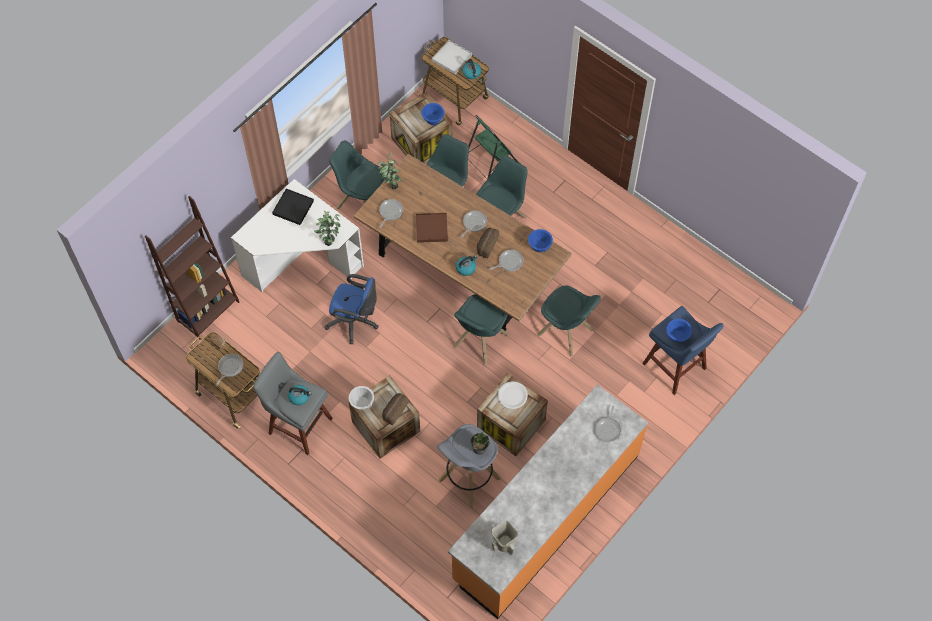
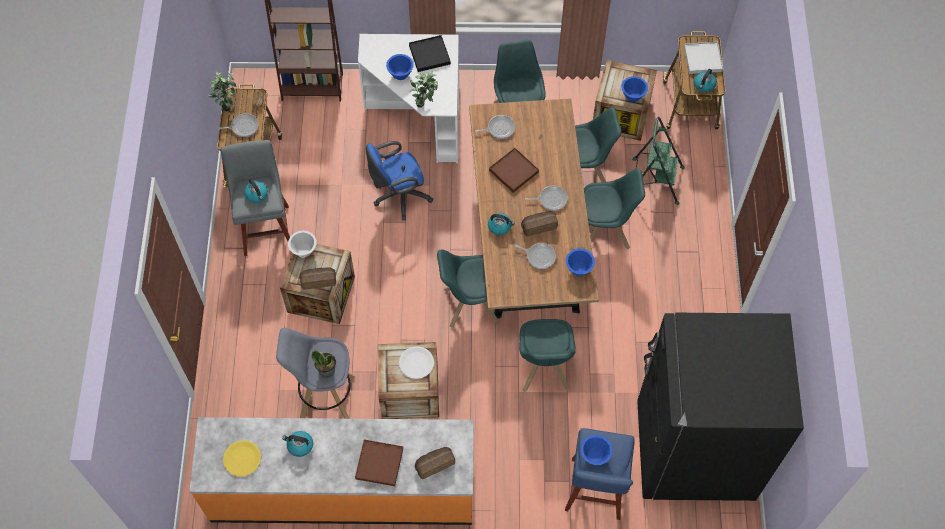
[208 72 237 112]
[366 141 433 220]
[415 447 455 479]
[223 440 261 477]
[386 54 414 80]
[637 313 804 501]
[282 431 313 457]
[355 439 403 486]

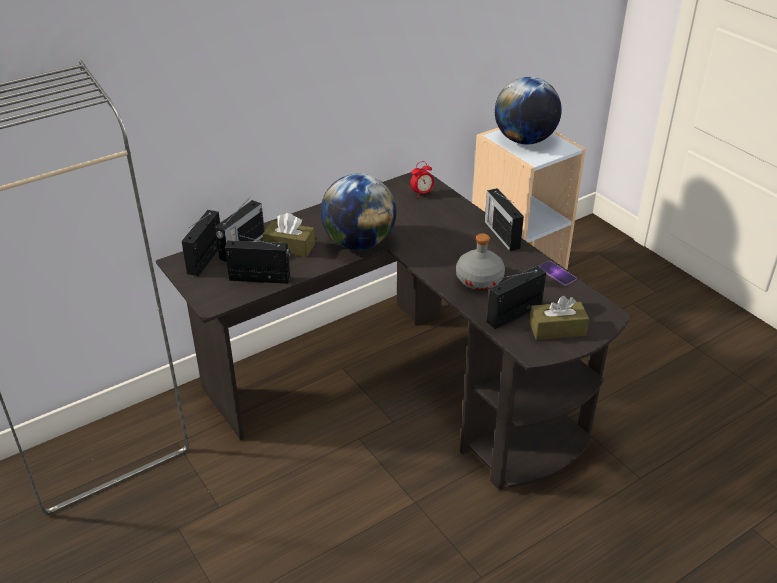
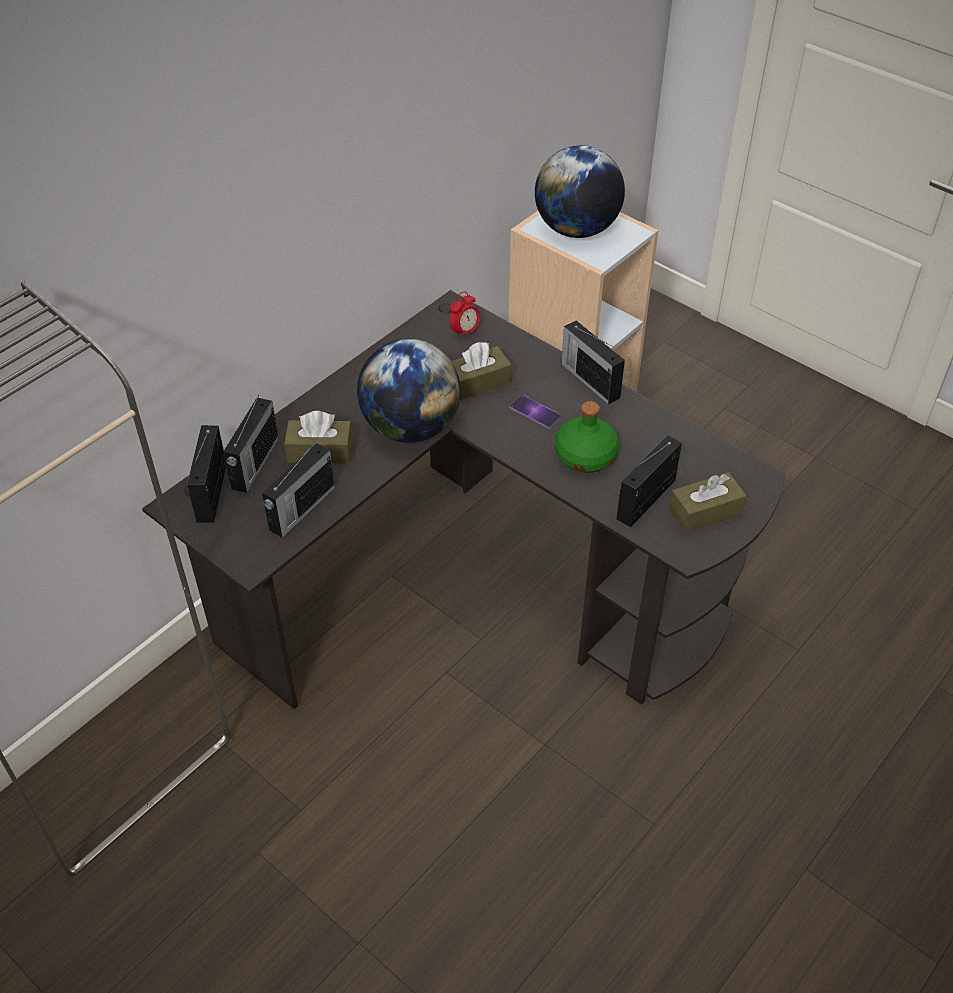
[555 401 619 473]
[262 442 335 538]
[509 395 561 428]
[451 342 512 400]

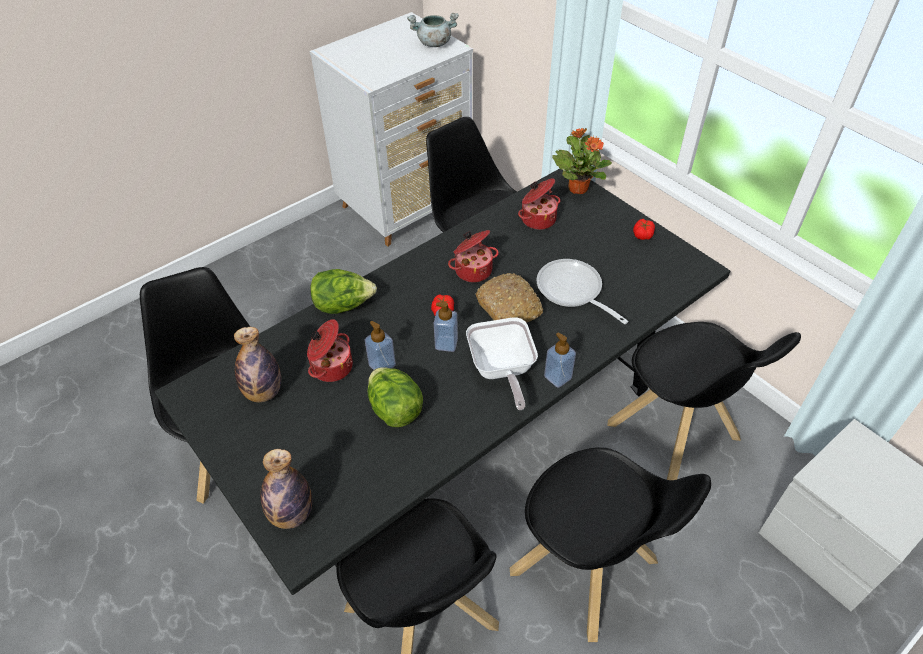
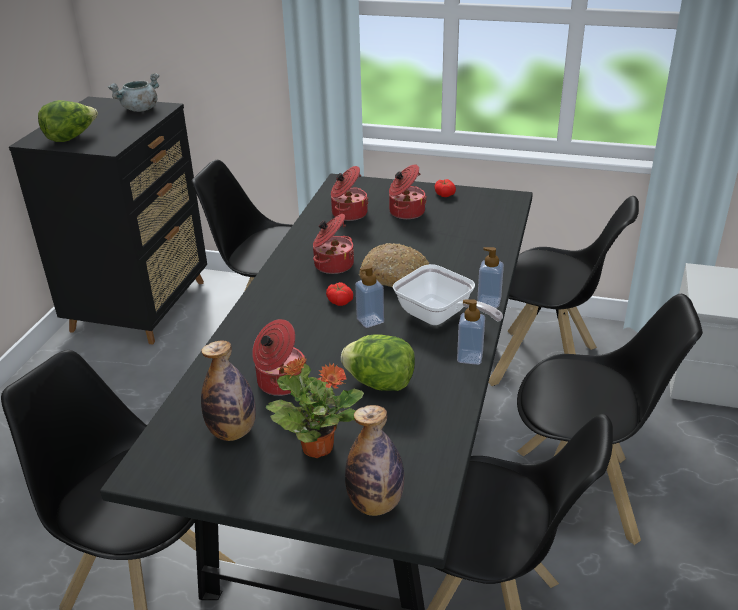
[9 97 207 345]
[266 357 364 458]
[537 259 628 324] (first image)
[38 100 98 142]
[457 299 485 365]
[389 164 427 219]

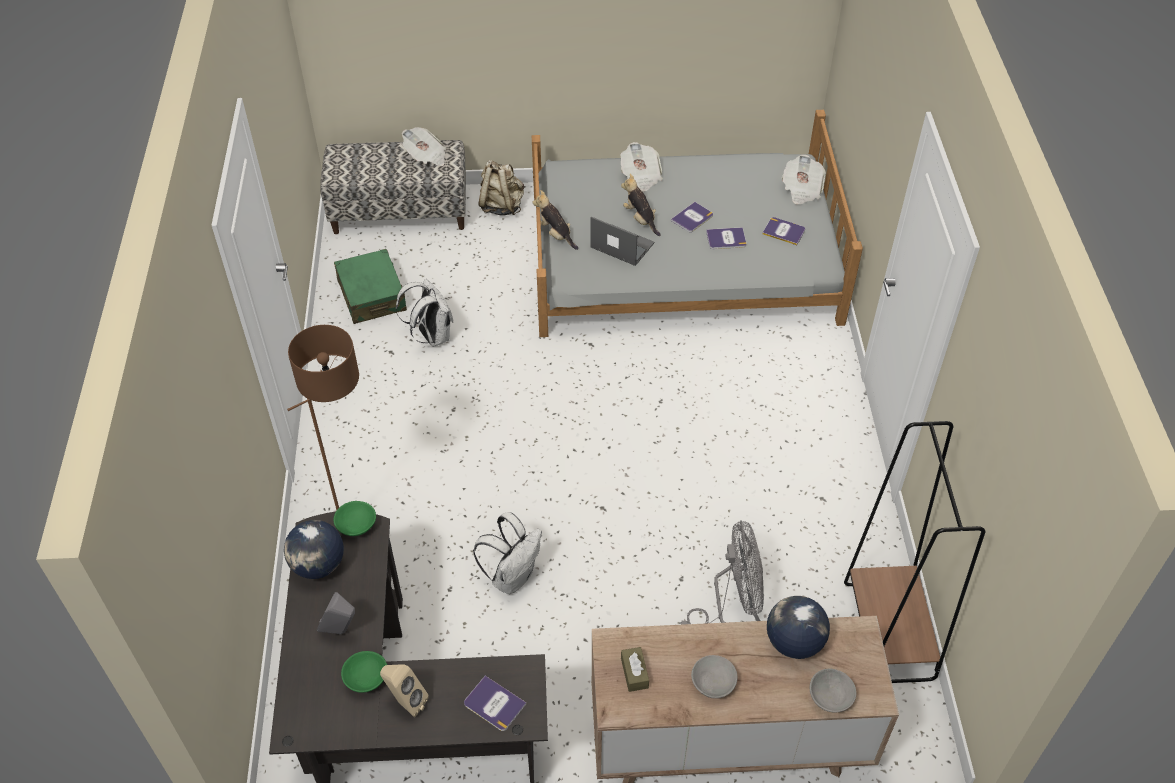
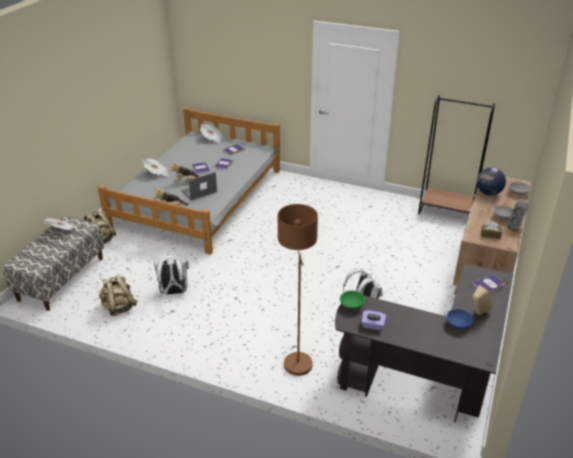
[99 274 137 316]
[361 310 386 331]
[679 520 764 625] (first image)
[507 201 528 232]
[446 309 473 329]

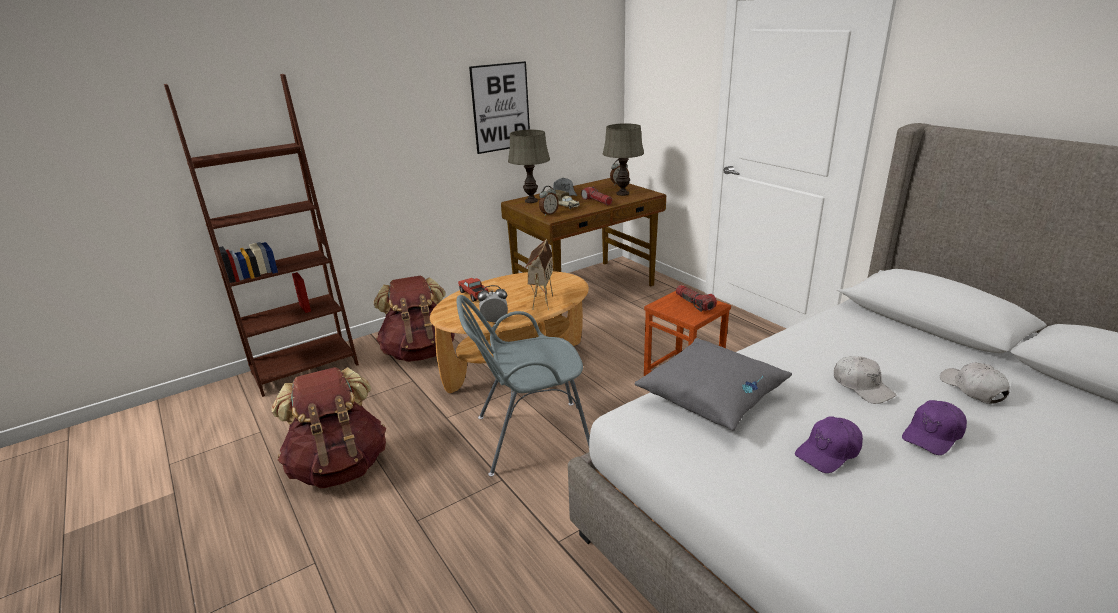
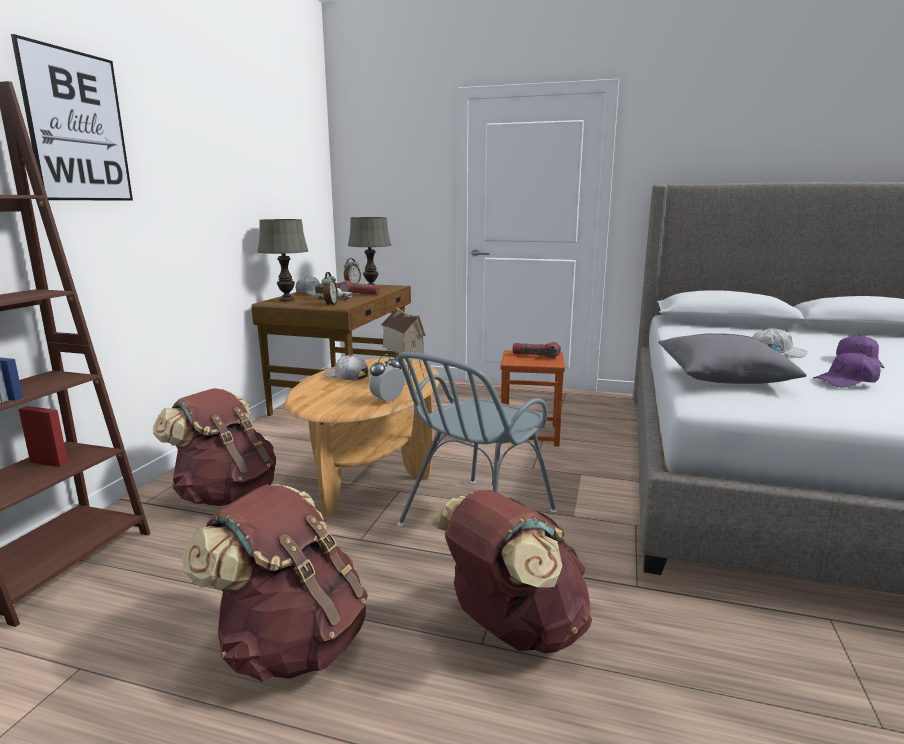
[11 34 133 200]
[458 278 489 302] (first image)
[325 356 368 380]
[814 352 880 387]
[430 490 592 653]

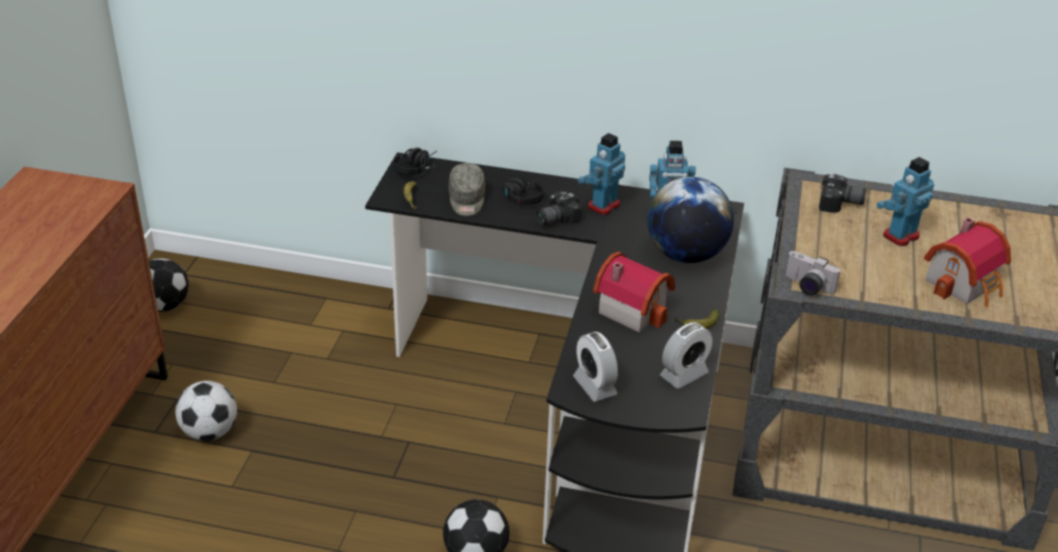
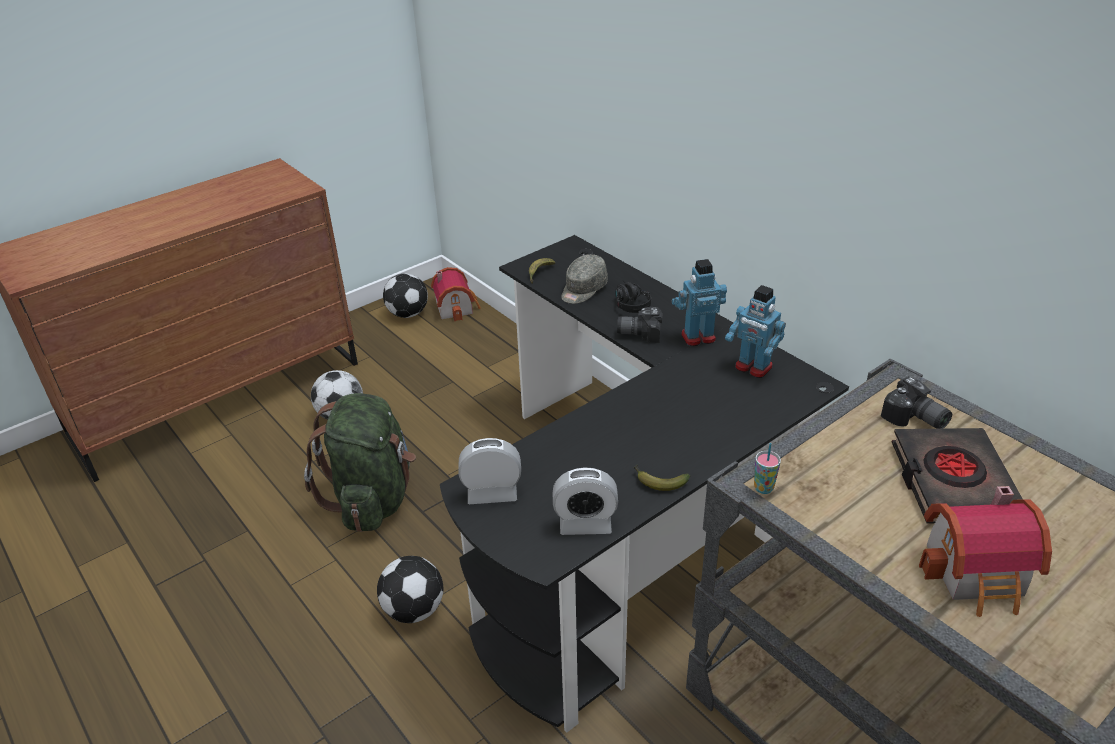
[393 147 437 176] (first image)
[892 428 1023 524]
[647 177 734 263] (first image)
[754 443 781 494]
[431 267 481 321]
[458 438 521 504]
[304 393 416 532]

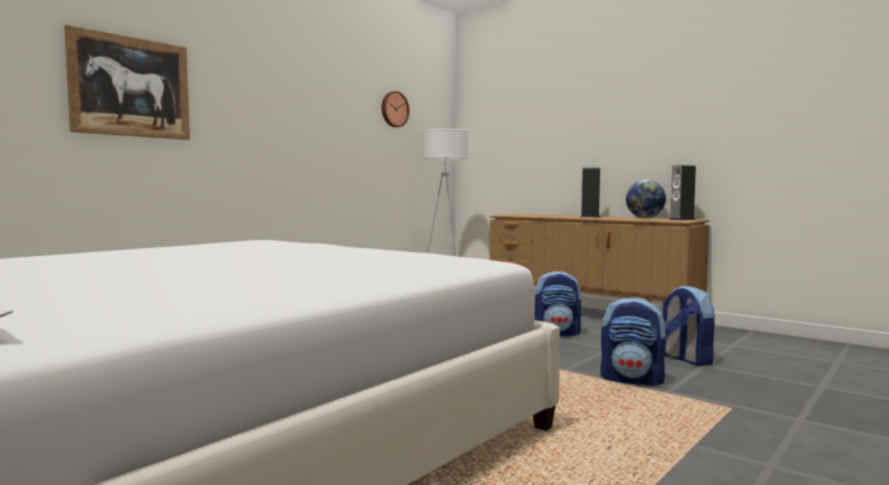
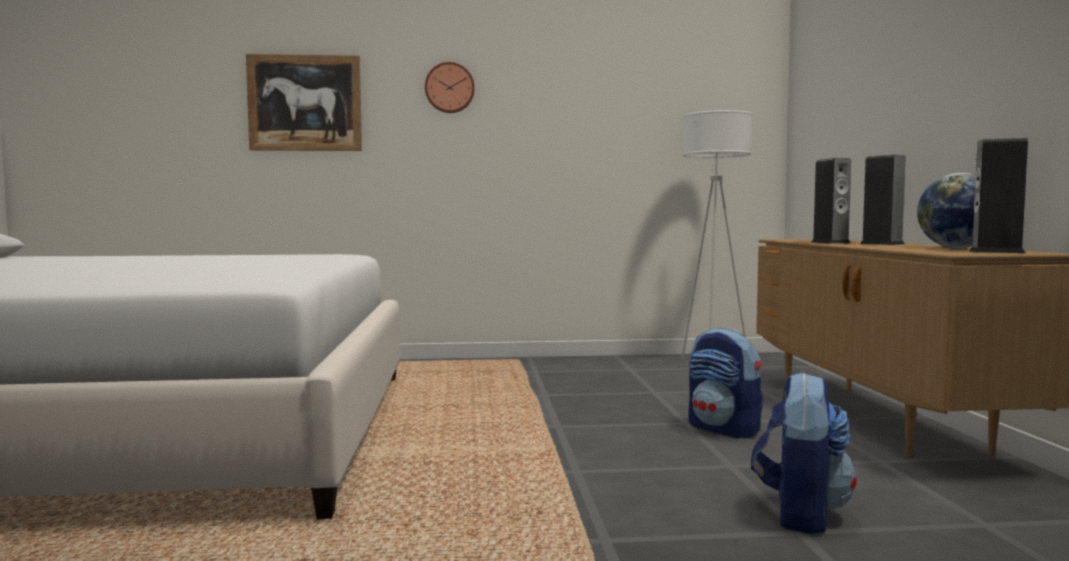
[425 62 475 113]
[600 297 668 386] (first image)
[811 158 851 244]

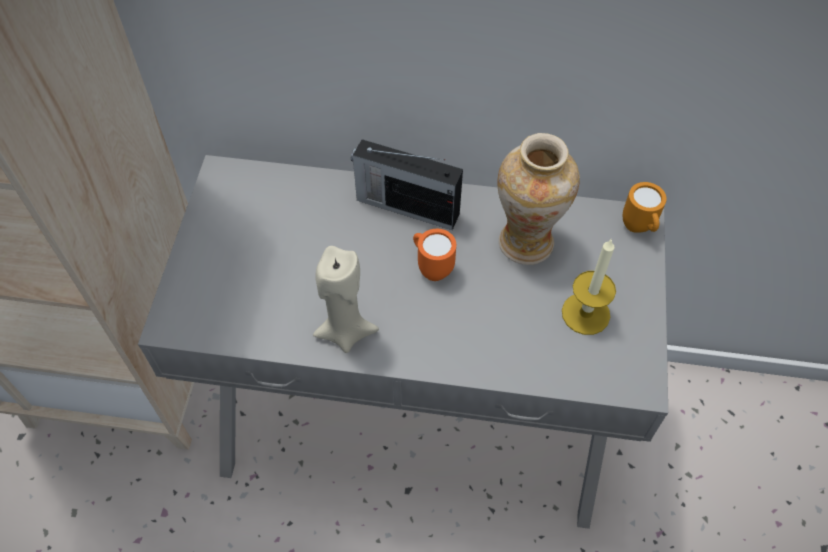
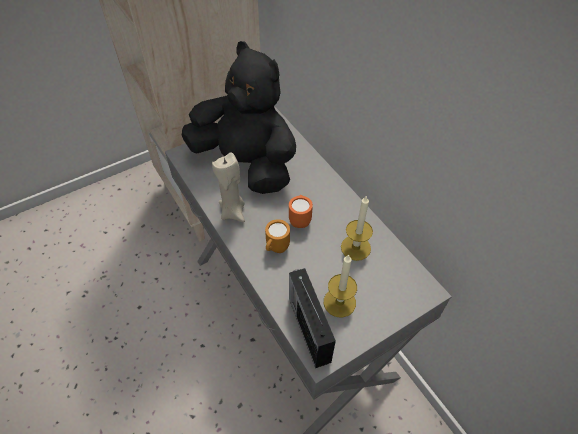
[341 195 373 261]
[289 268 336 368]
[265 219 290 253]
[182 41 296 194]

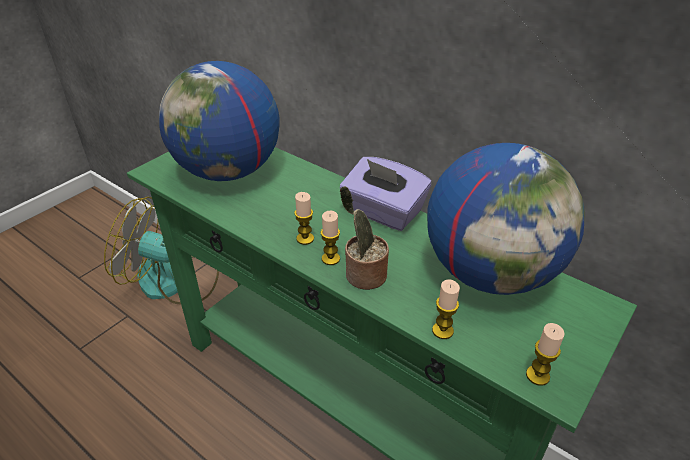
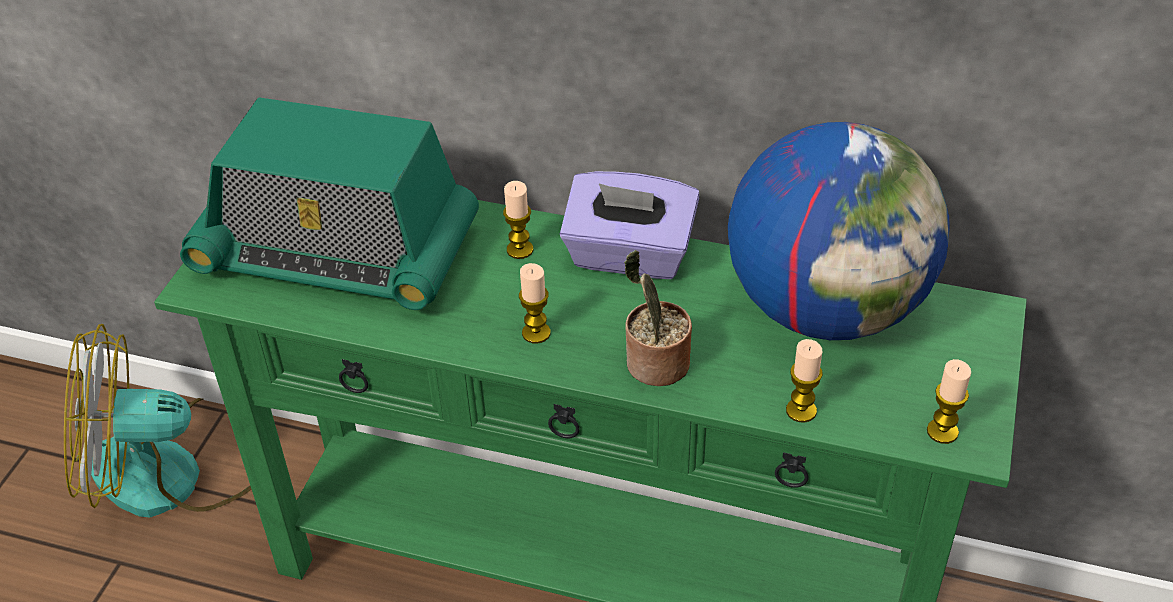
[180 97 479 310]
[503 181 533 259]

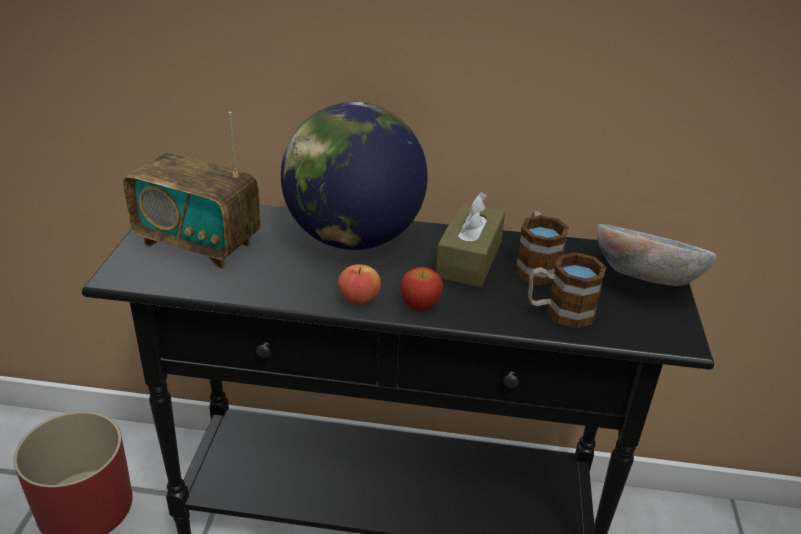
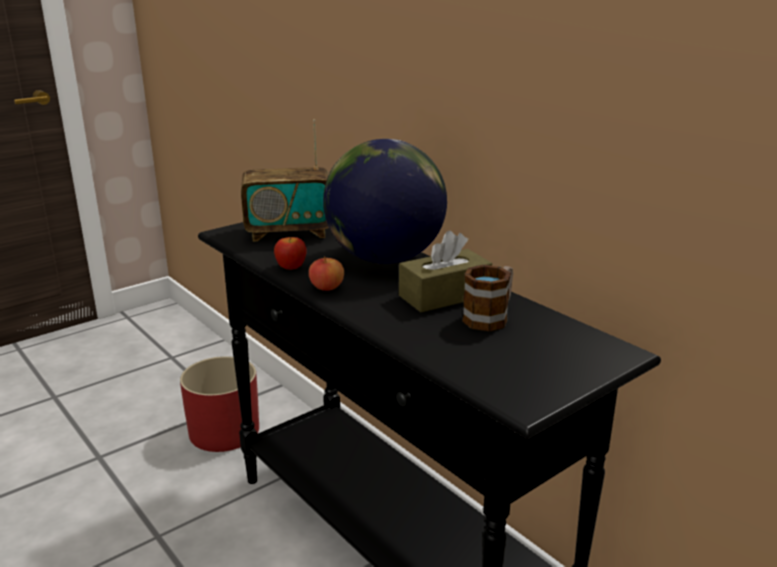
[241 119 329 242]
[597 224 717 286] (first image)
[528 252 607 328] (first image)
[274 237 307 270]

